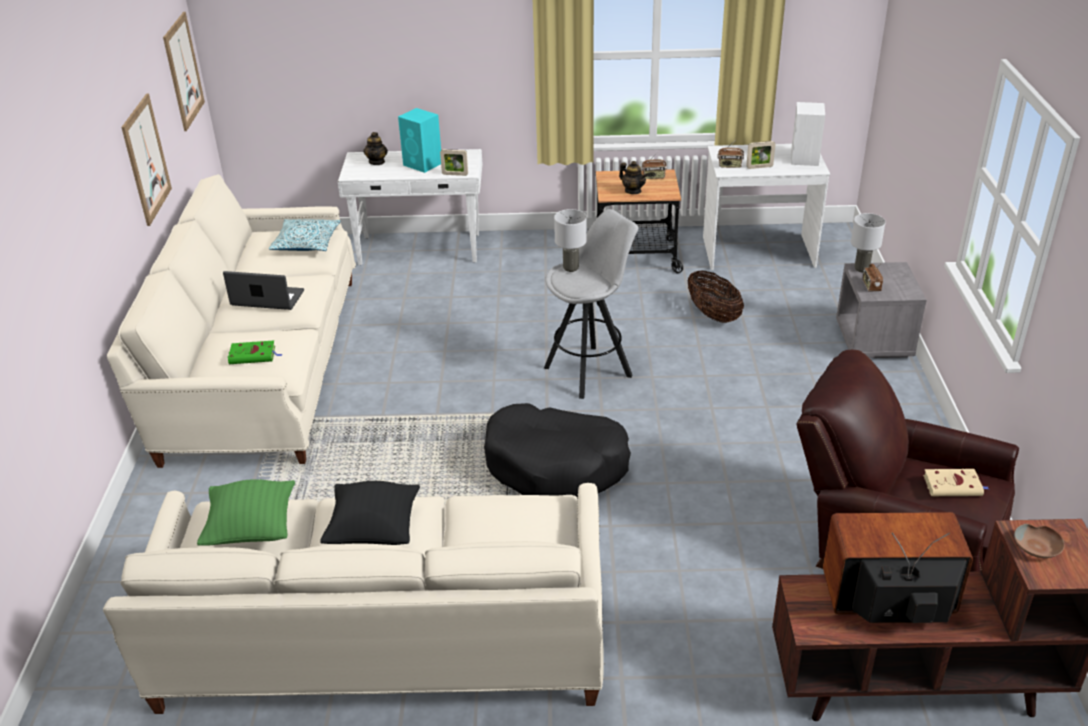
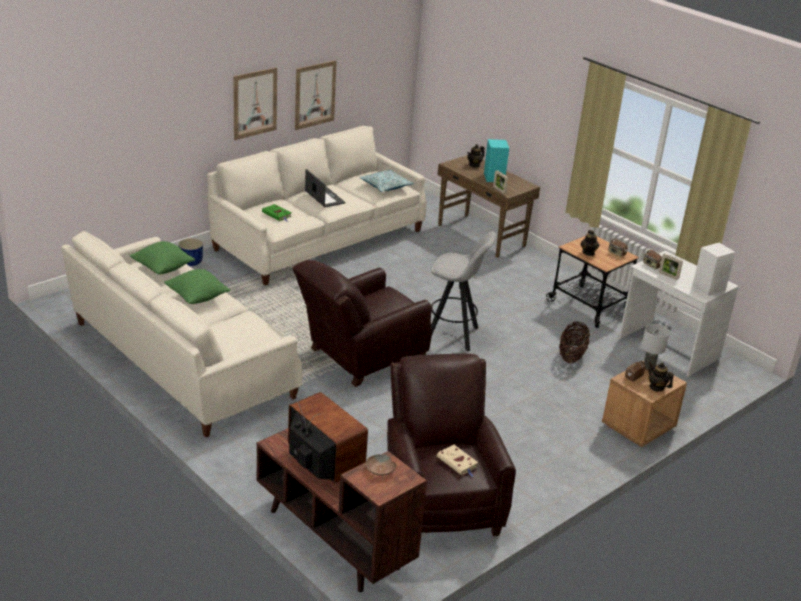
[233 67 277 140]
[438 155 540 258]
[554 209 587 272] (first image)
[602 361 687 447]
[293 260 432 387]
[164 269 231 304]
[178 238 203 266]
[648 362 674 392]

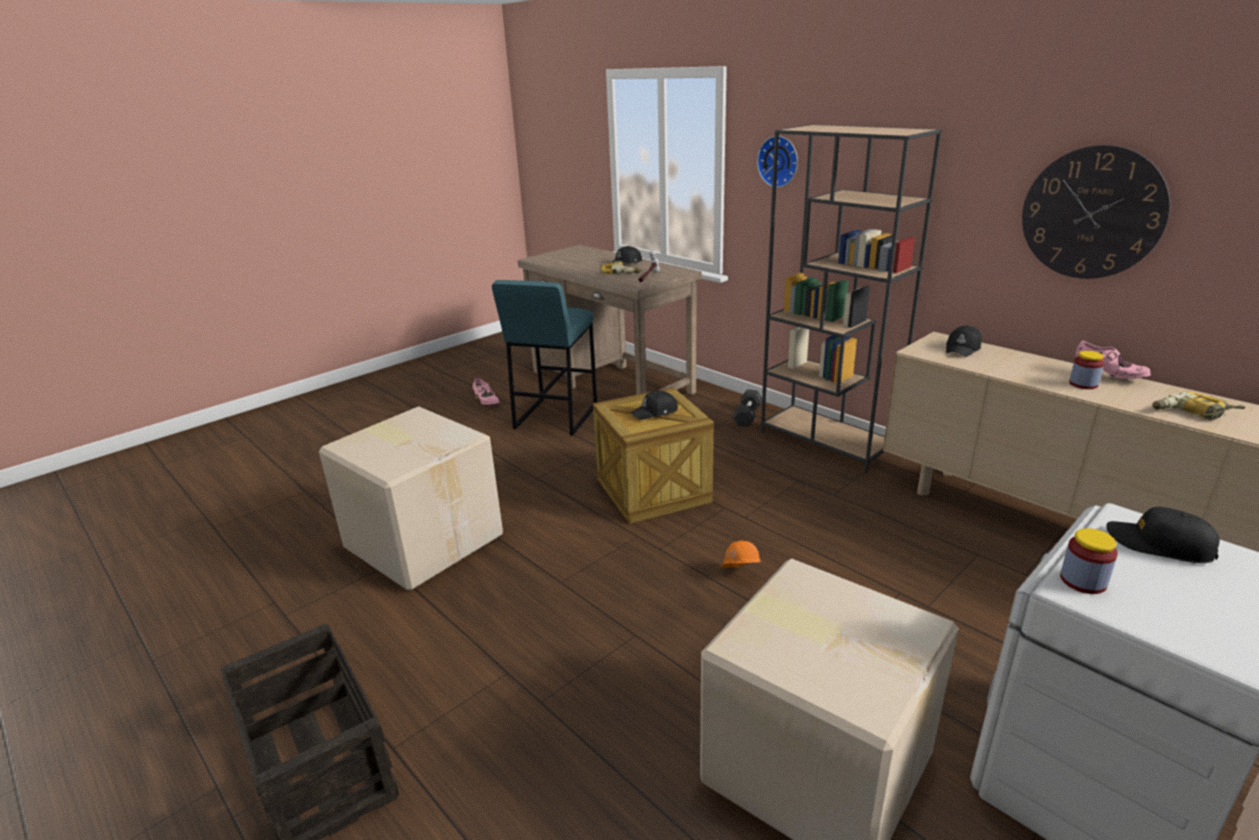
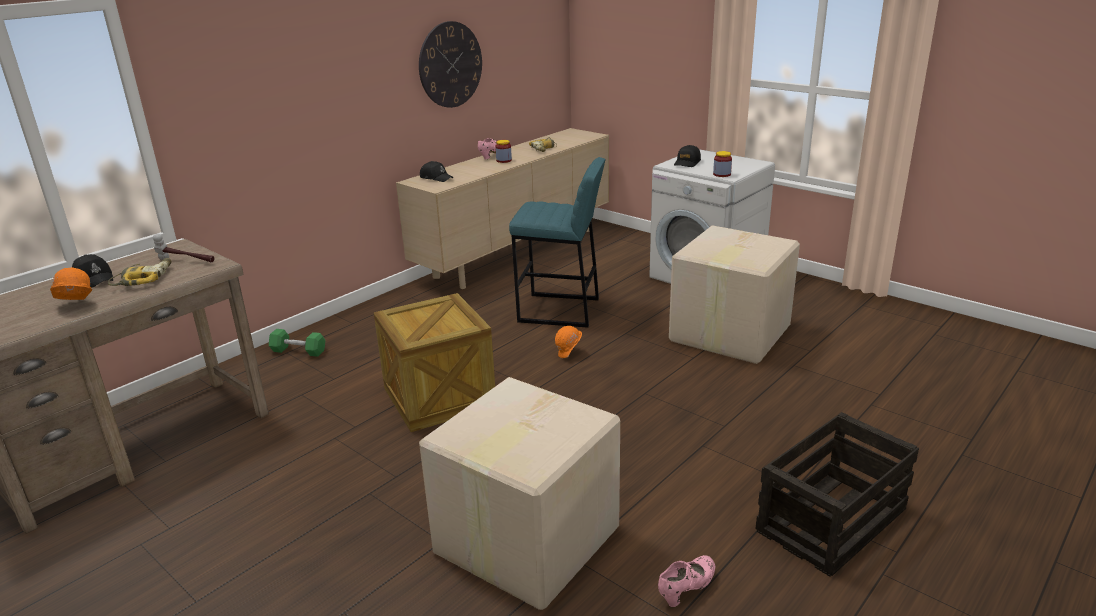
[761 125 942 473] (first image)
[757 136 798 188] (first image)
[509 157 605 328]
[658 555 715 607]
[269 329 325 357]
[630 390 678 420] (first image)
[50 267 92 300]

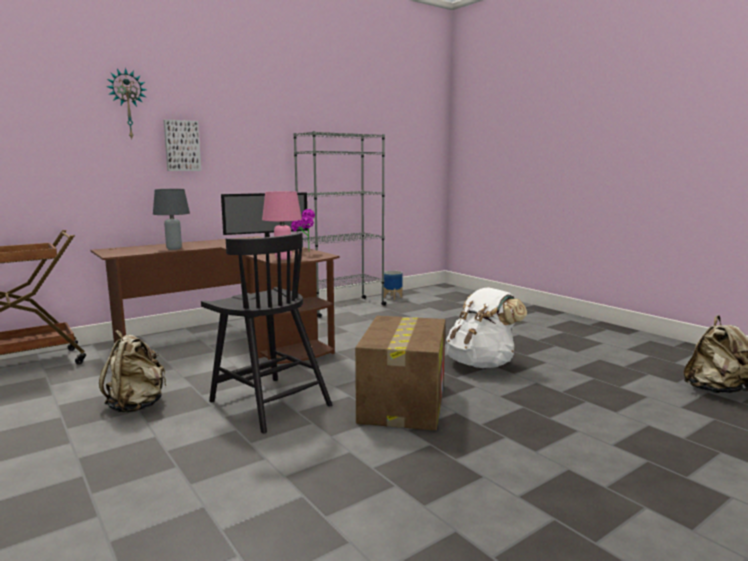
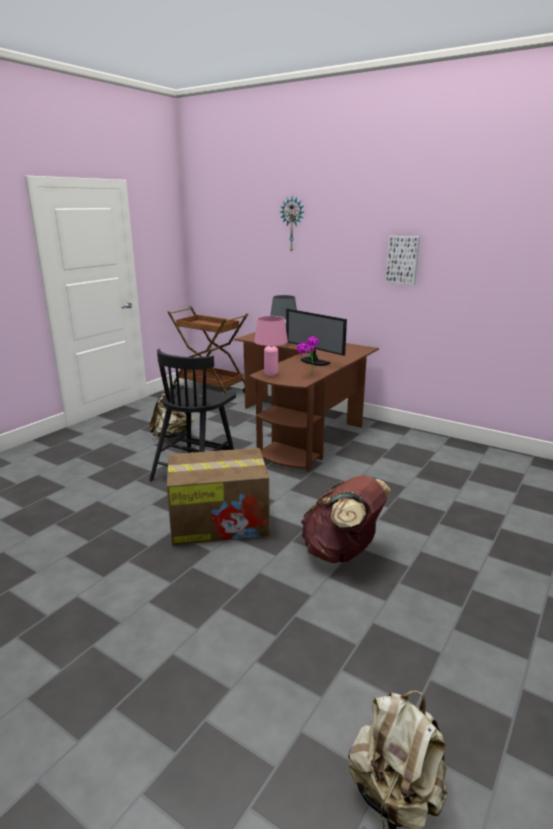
[386 236 420 285]
[293 131 386 318] (first image)
[384 271 403 300] (first image)
[301 475 391 563]

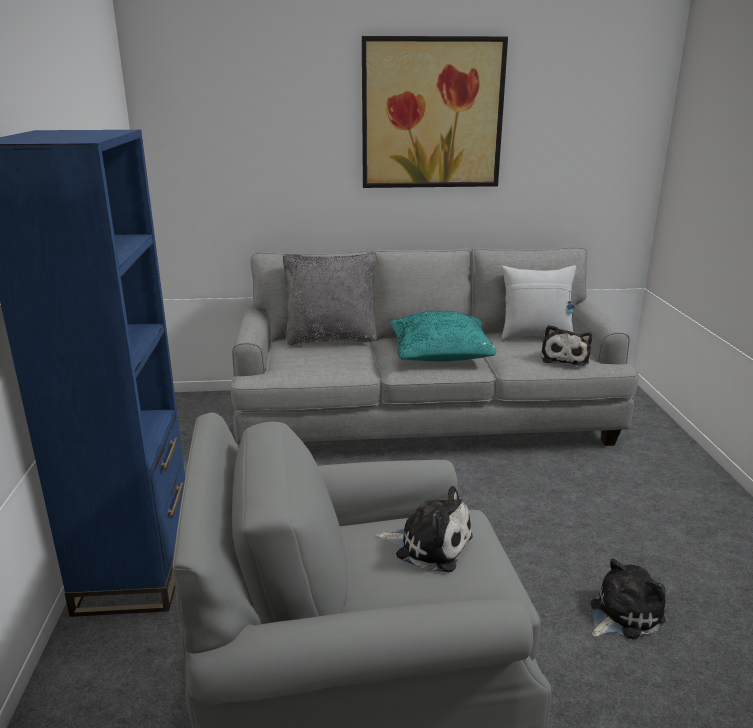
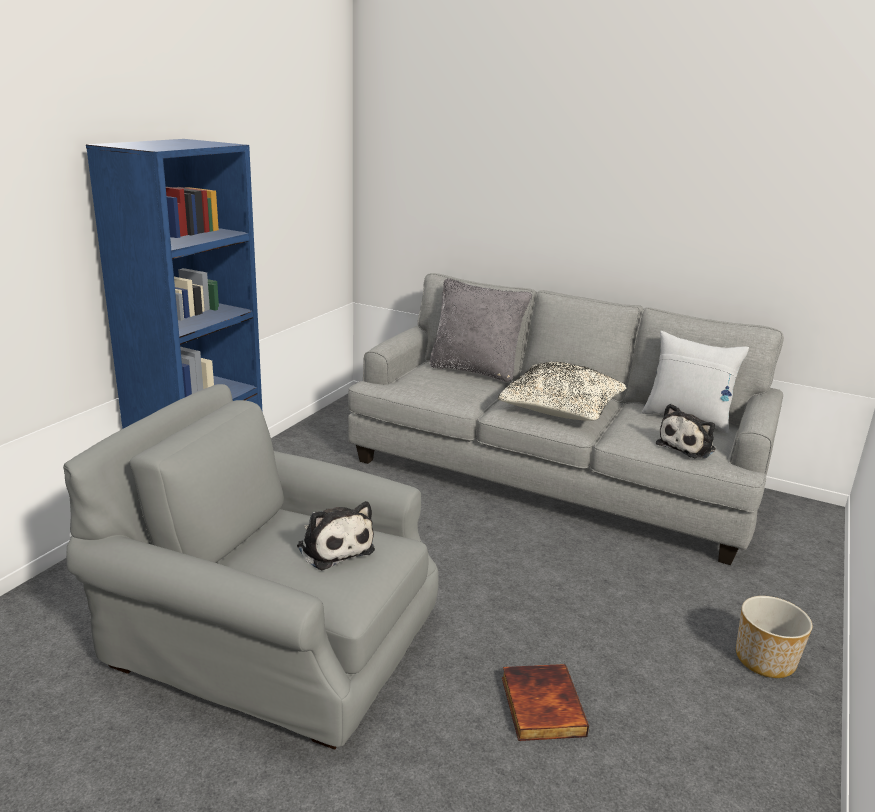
[362 36 508 188] (first image)
[498 361 627 421]
[502 664 589 741]
[736 596 812 678]

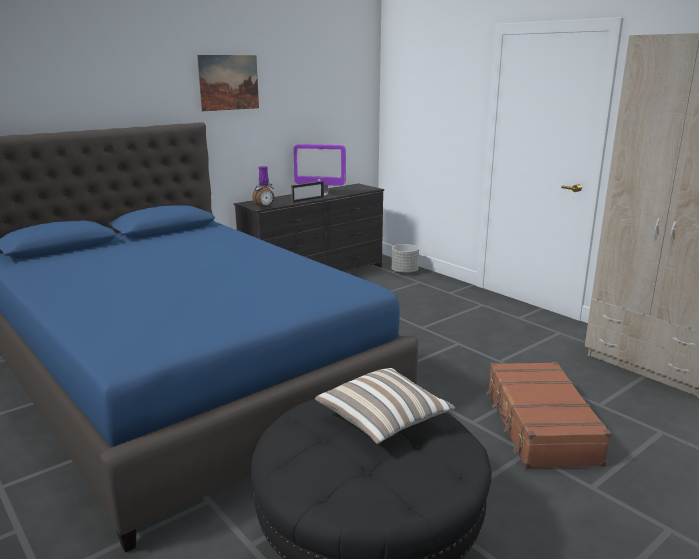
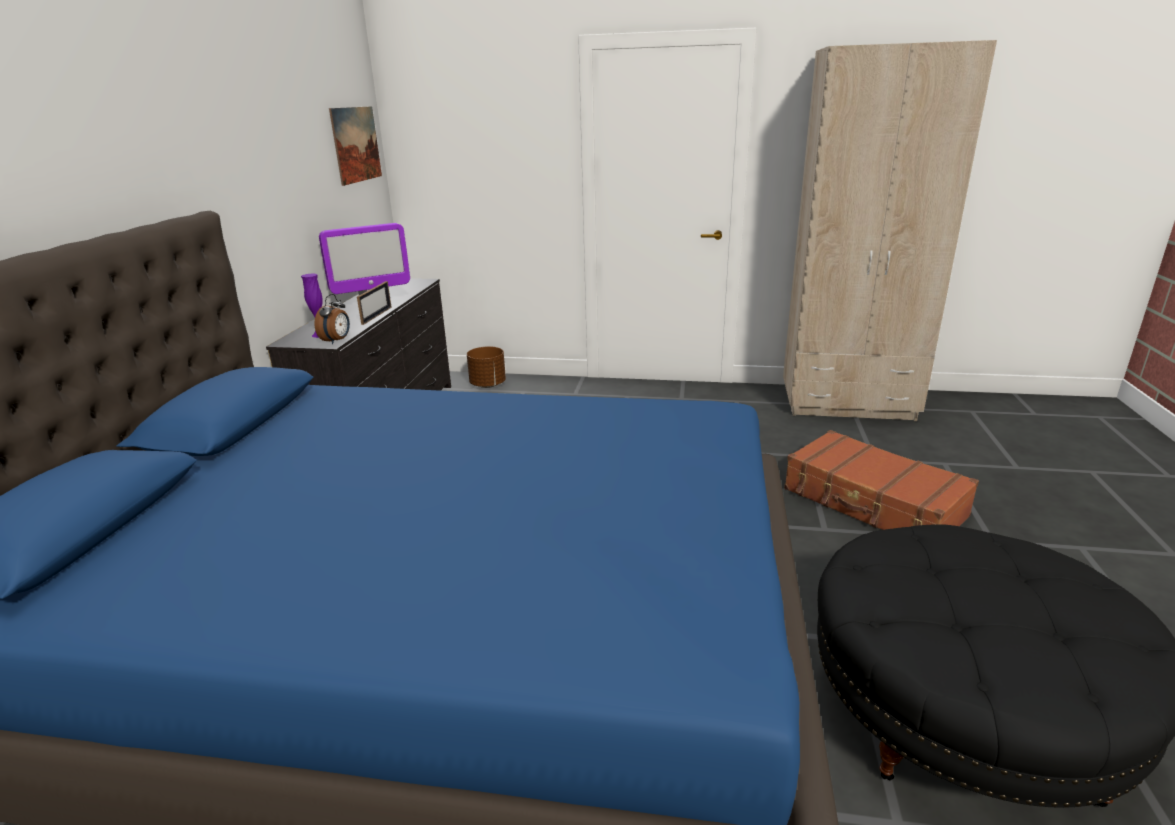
[329 106 382 186]
[467 346 506 388]
[315 368 455 444] (first image)

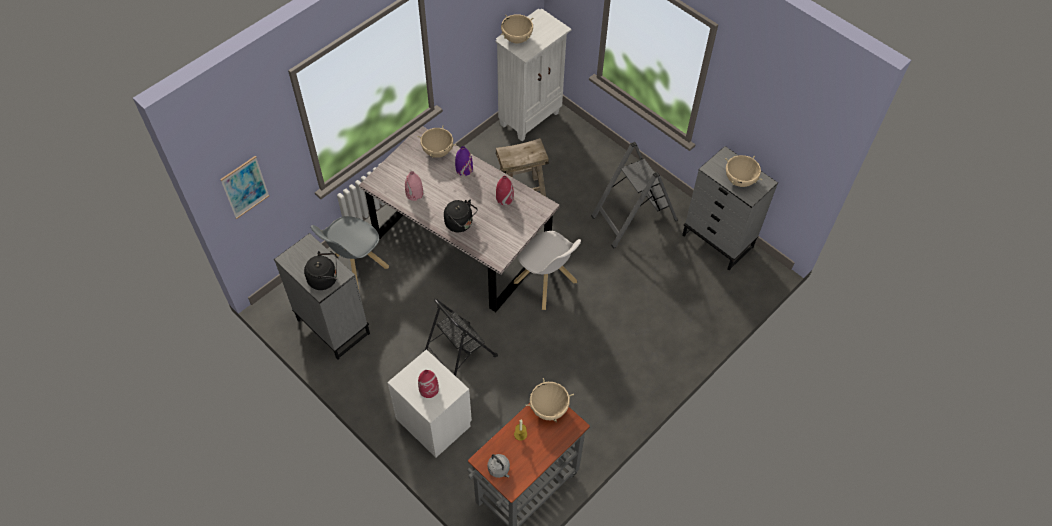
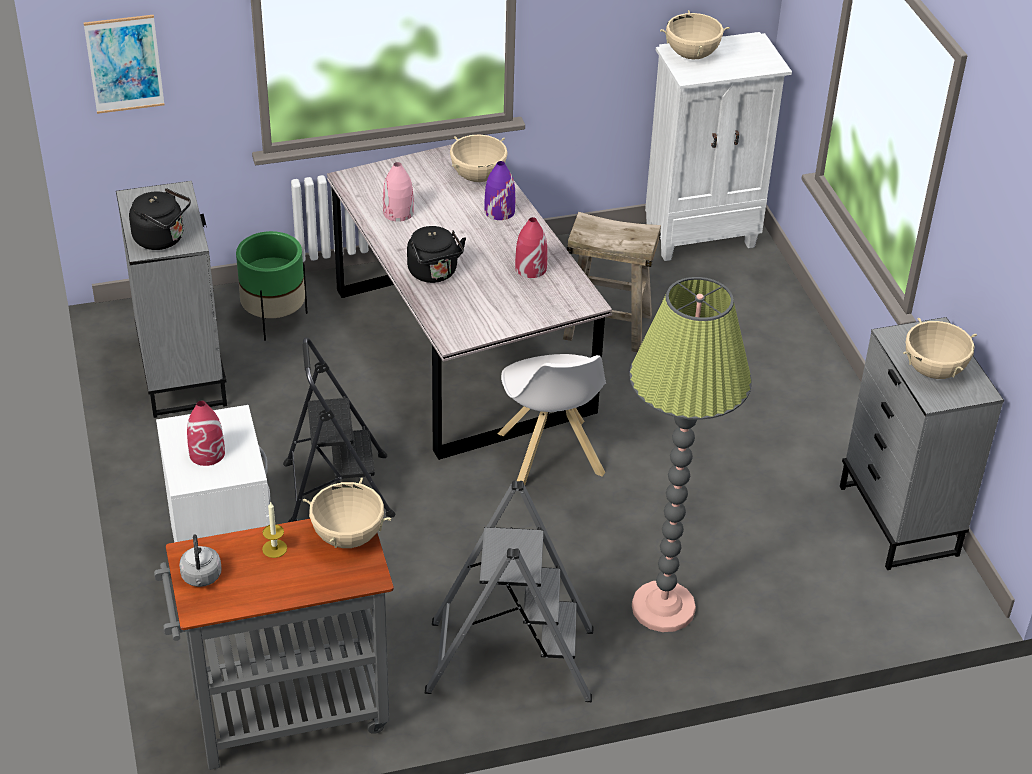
[425 480 593 702]
[236 231 308 341]
[629 277 752 632]

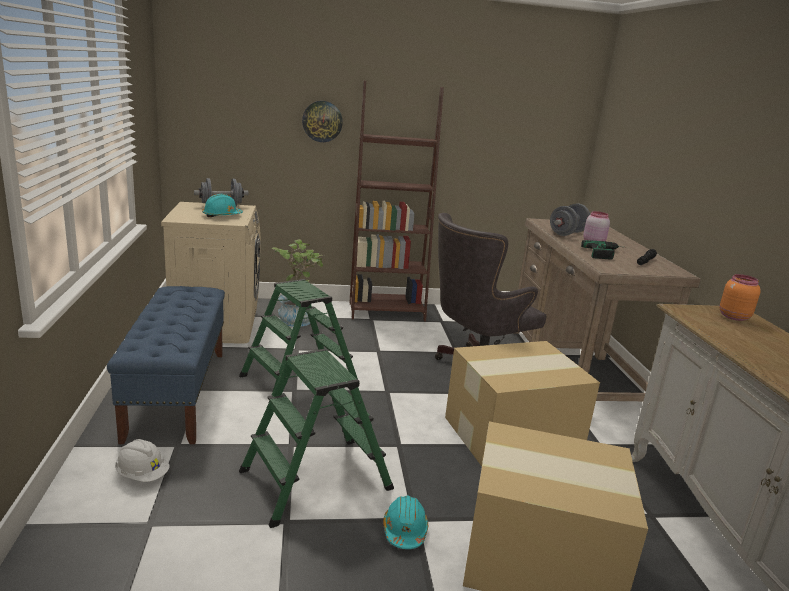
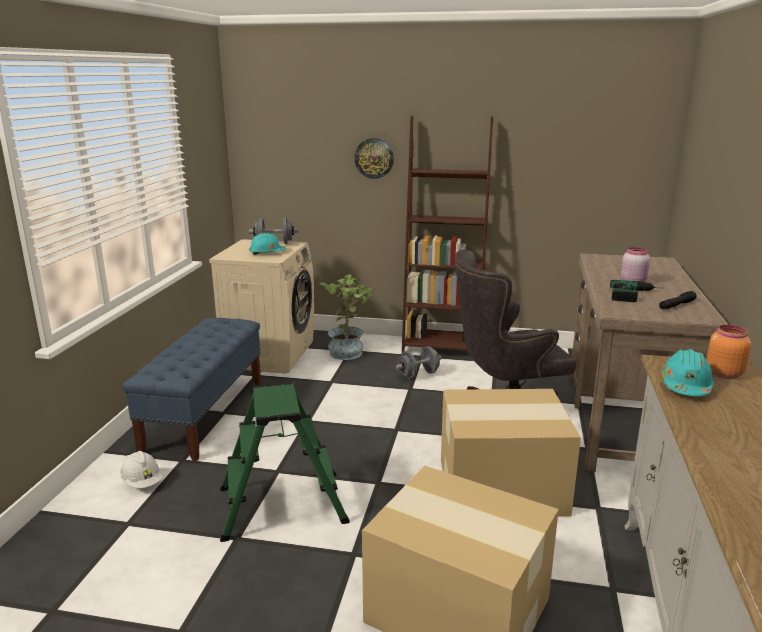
[396 346 442 379]
[239 279 360 394] (first image)
[660 349 715 396]

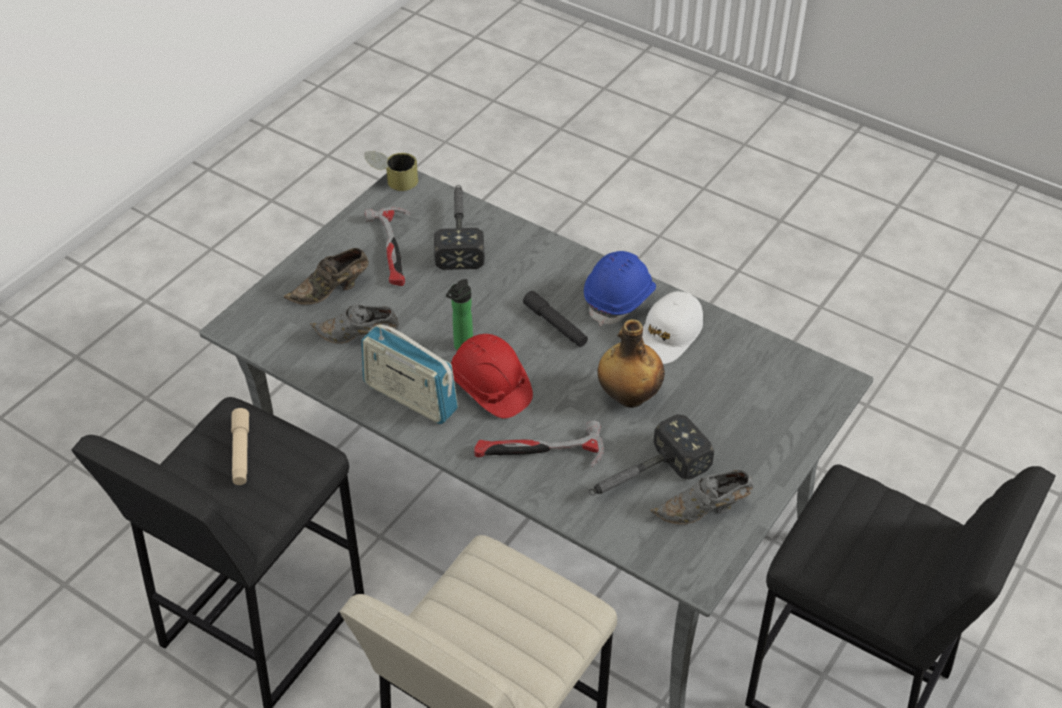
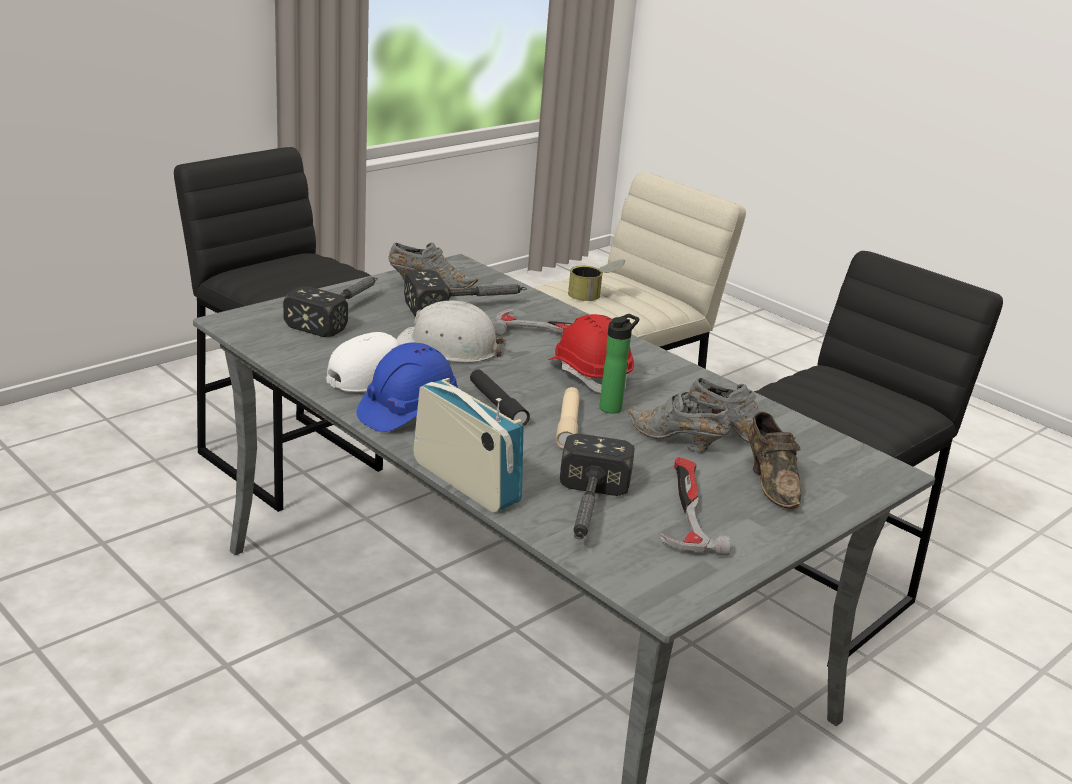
[568 260 625 301]
[748 412 801 509]
[396 301 506 363]
[413 378 524 512]
[556 387 580 449]
[283 277 378 337]
[627 391 731 452]

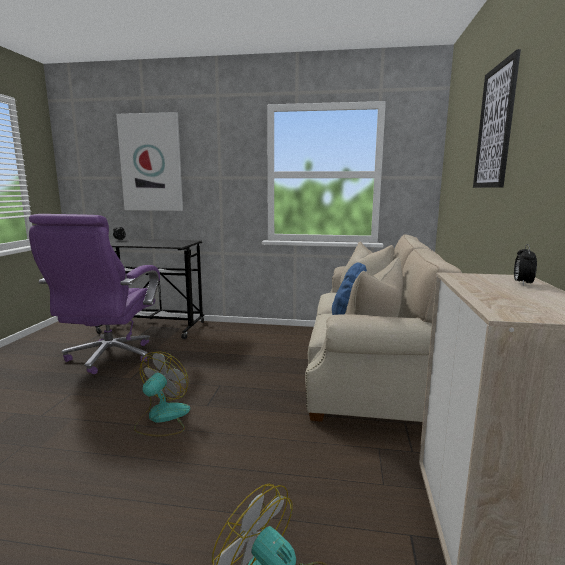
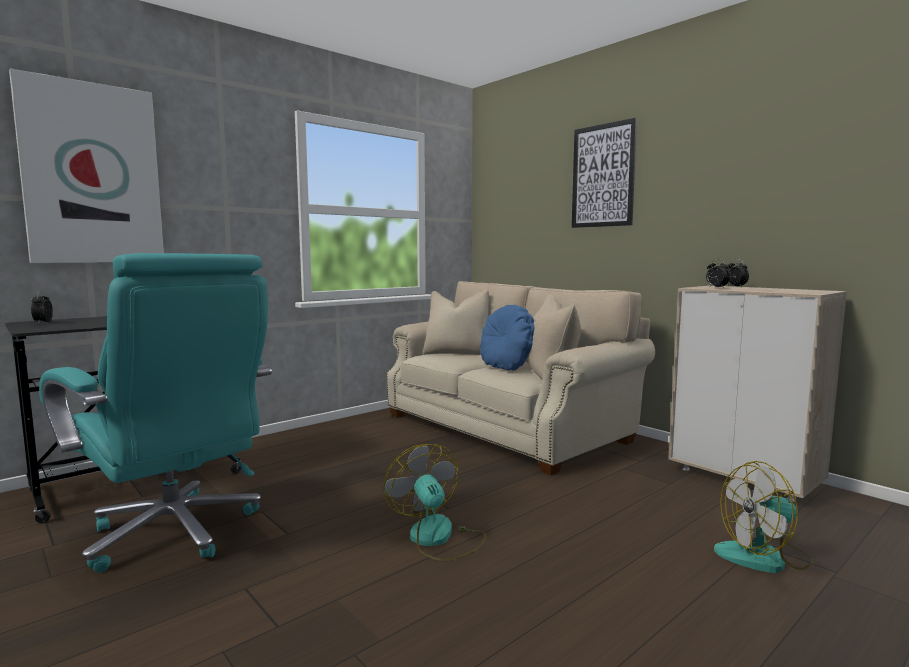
[39 253 272 573]
[706 259 730 288]

